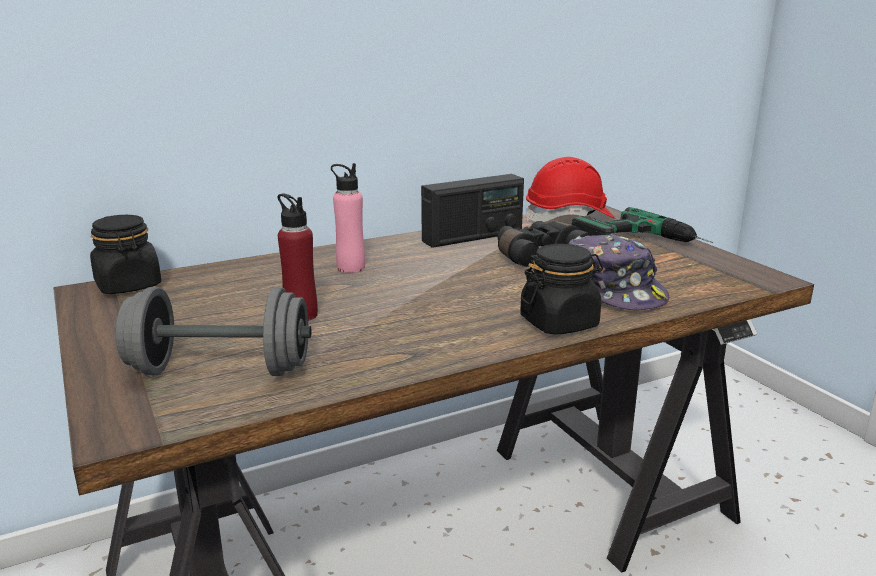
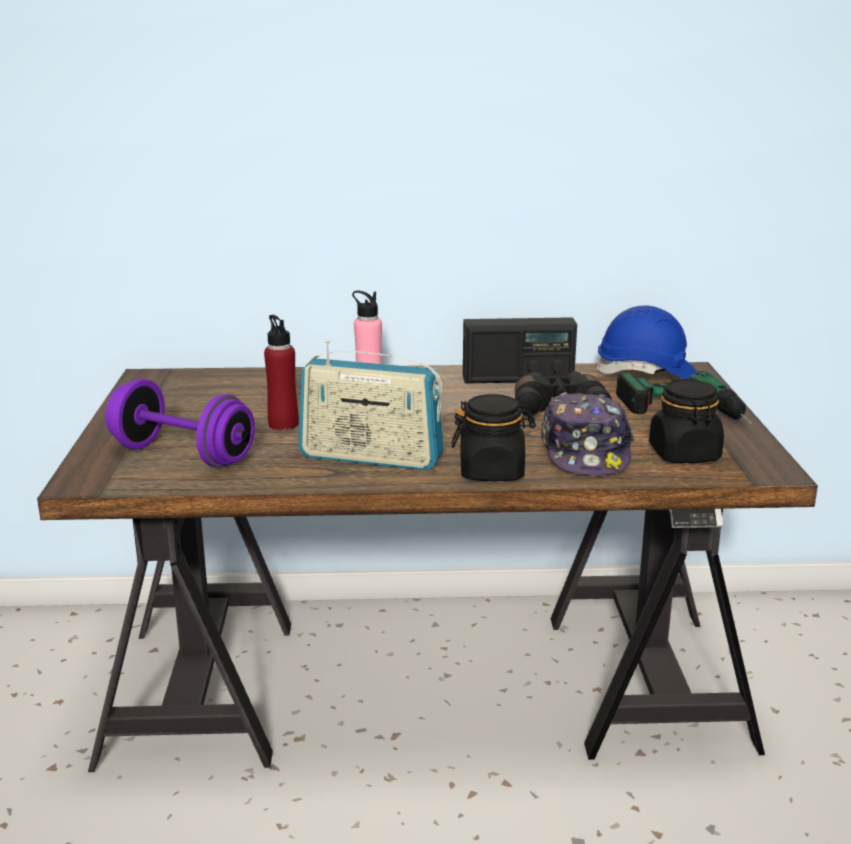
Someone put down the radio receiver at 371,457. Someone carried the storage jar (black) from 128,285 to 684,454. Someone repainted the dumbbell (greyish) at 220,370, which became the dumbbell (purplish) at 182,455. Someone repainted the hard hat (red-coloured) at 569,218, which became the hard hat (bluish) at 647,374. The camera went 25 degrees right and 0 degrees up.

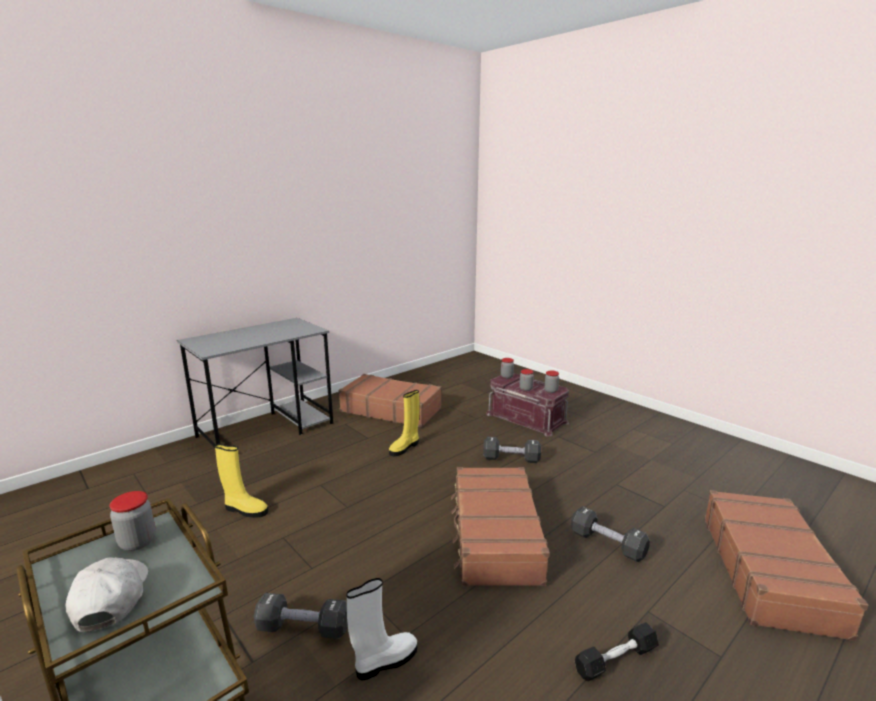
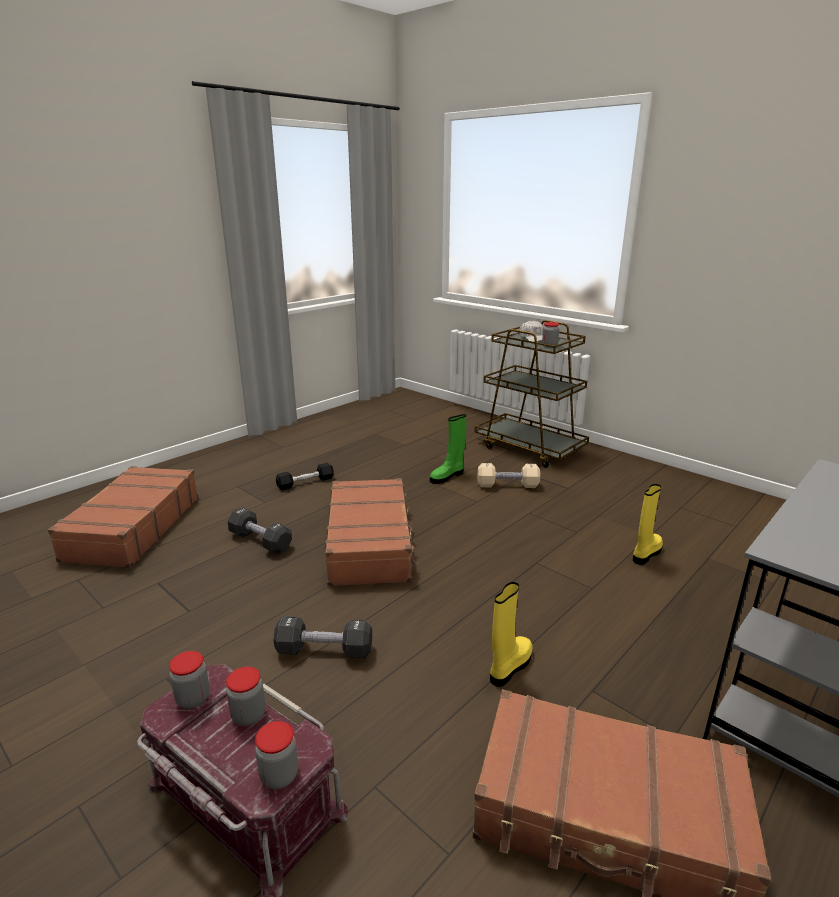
Someone repainted the dumbbell (black) at 303,628, which became the dumbbell (sand-coloured) at 507,485. Someone repainted the high-top boot (white) at 385,661, which became the high-top boot (green) at 447,476. Someone rotated the high-top boot (yellow) at 245,510 by 120 degrees clockwise. The camera went 175 degrees right and 5 degrees up.

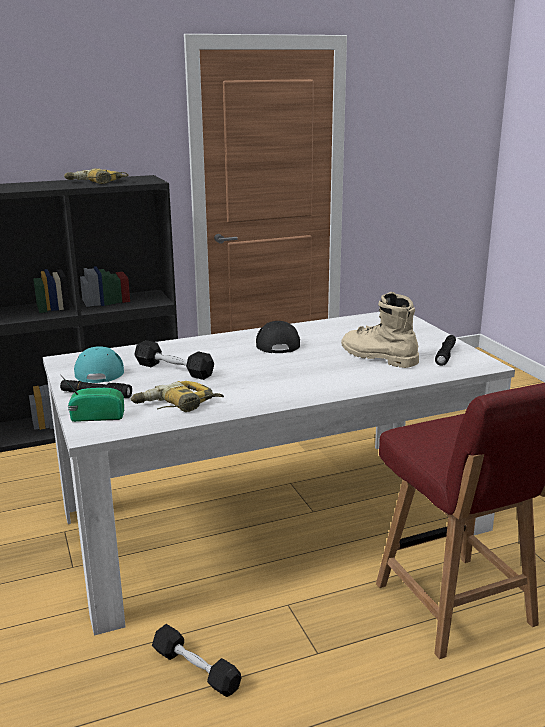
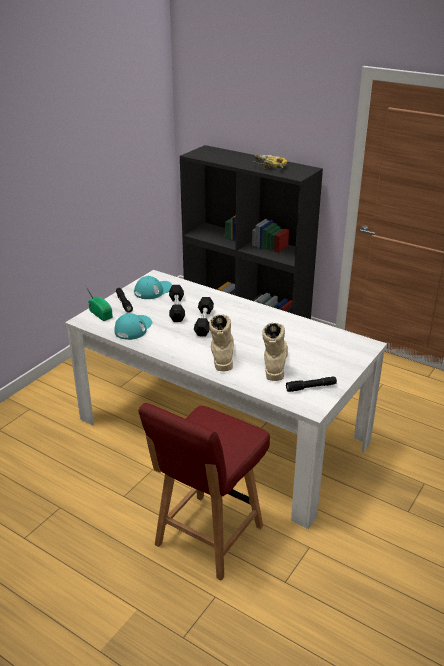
Someone took away the cap (black) at 277,343. Someone put down the high-top boot (sand-coloured) at 222,354. Someone carried the dumbbell (black) from 196,669 to 204,322. Someone swapped the power drill at 176,405 for the cap (turquoise-coloured) at 133,328. The camera went 55 degrees right and 10 degrees up.

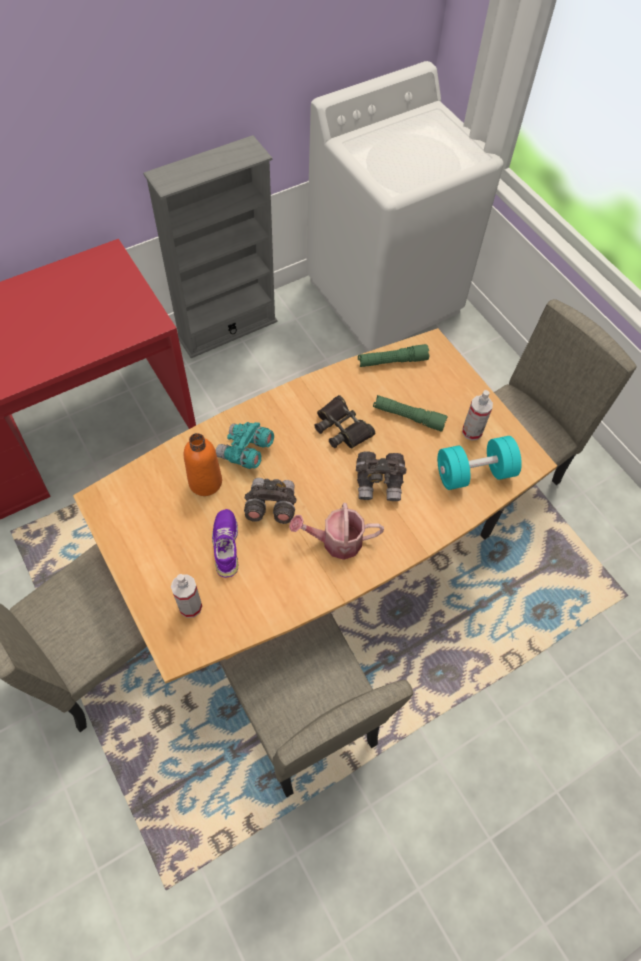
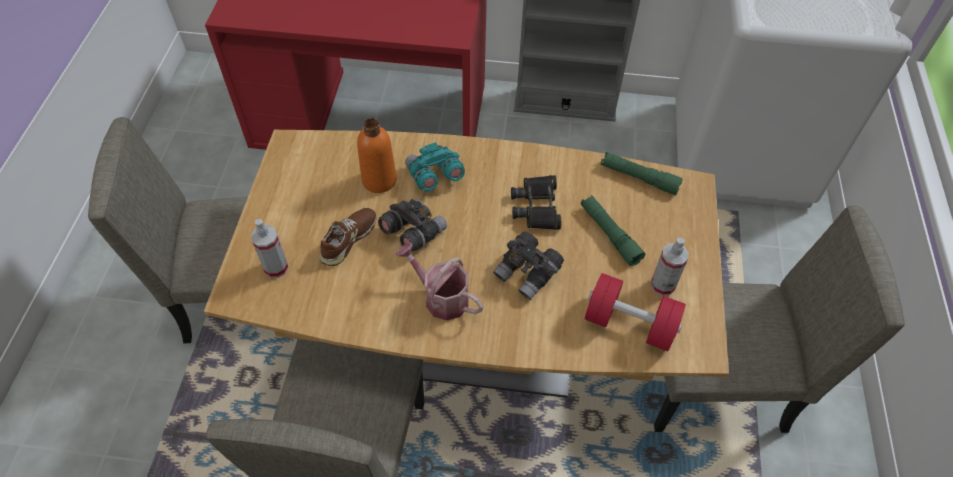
Someone repainted the low shoe (purplish) at 226,545, which became the low shoe (brownish) at 348,239. Someone repainted the dumbbell (turquoise-coloured) at 474,473, which became the dumbbell (red-coloured) at 630,323. The camera went 40 degrees right and 5 degrees down.

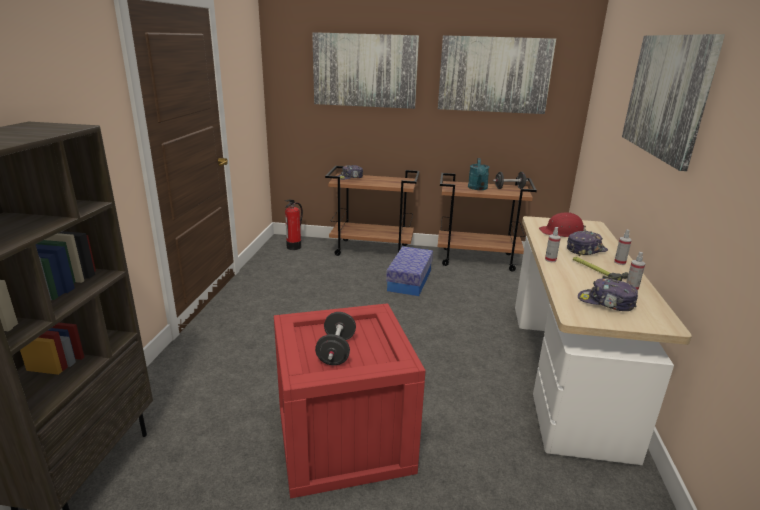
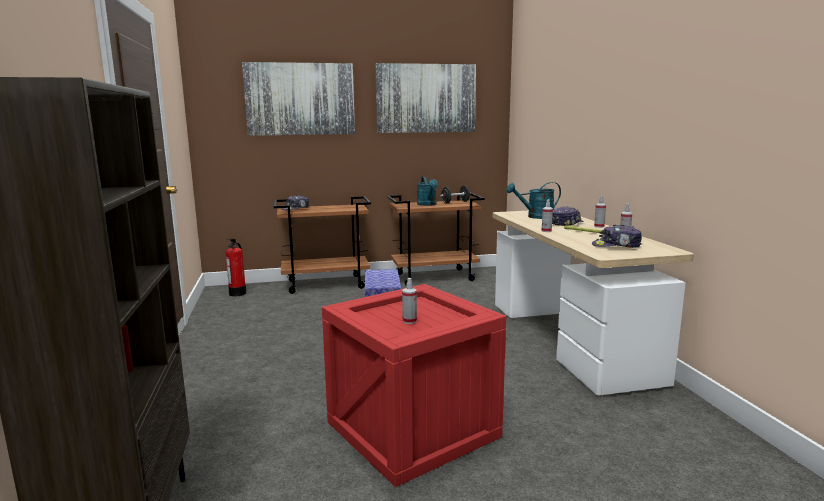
Someone took away the wall art at 666,96. Someone swapped the dumbbell (black) at 336,351 for the spray bottle at 409,321. Someone swapped the hard hat (red-coloured) at 562,232 for the watering pot (turquoise-coloured) at 535,217. The camera went 20 degrees left and 10 degrees down.

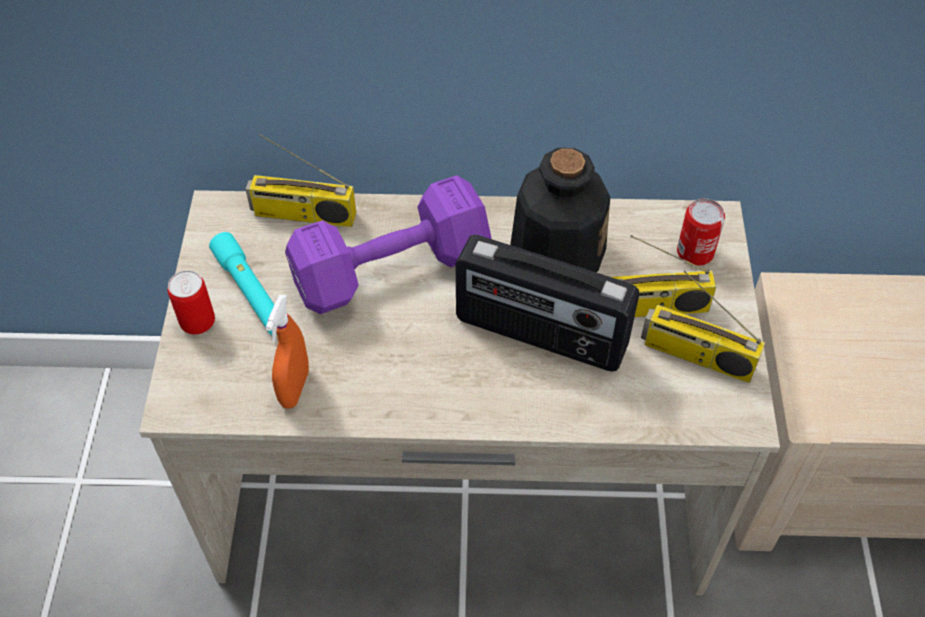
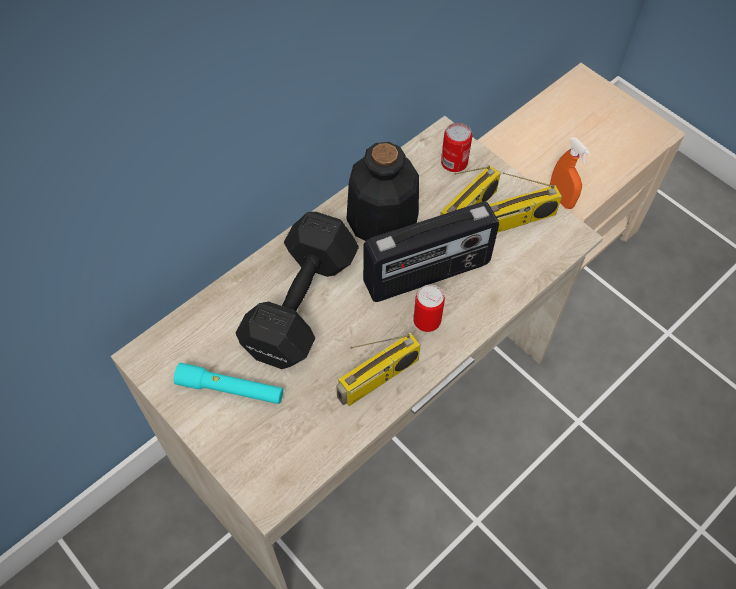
Someone carried the can from 198,323 to 427,321. Someone carried the radio receiver from 302,215 to 378,379. Someone carried the spray bottle (orange-coloured) from 294,388 to 561,199. Someone repainted the dumbbell (purplish) at 386,269, which became the dumbbell (black) at 298,307. The camera went 45 degrees left and 5 degrees up.

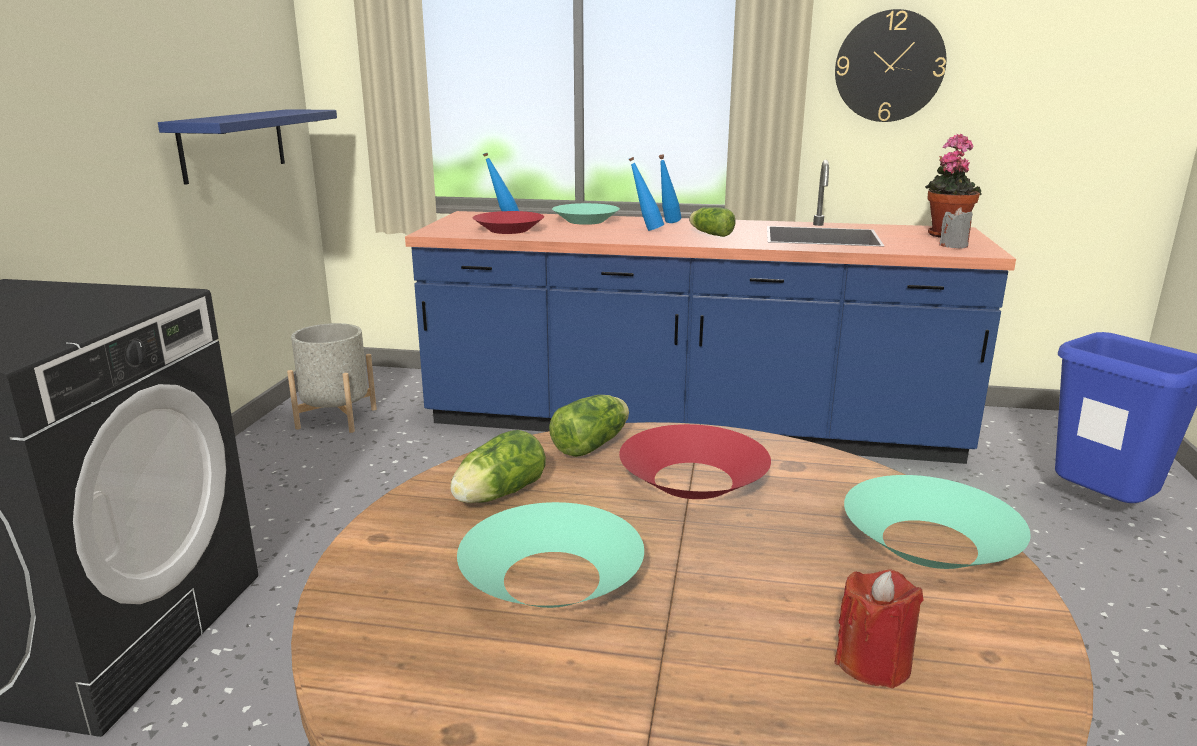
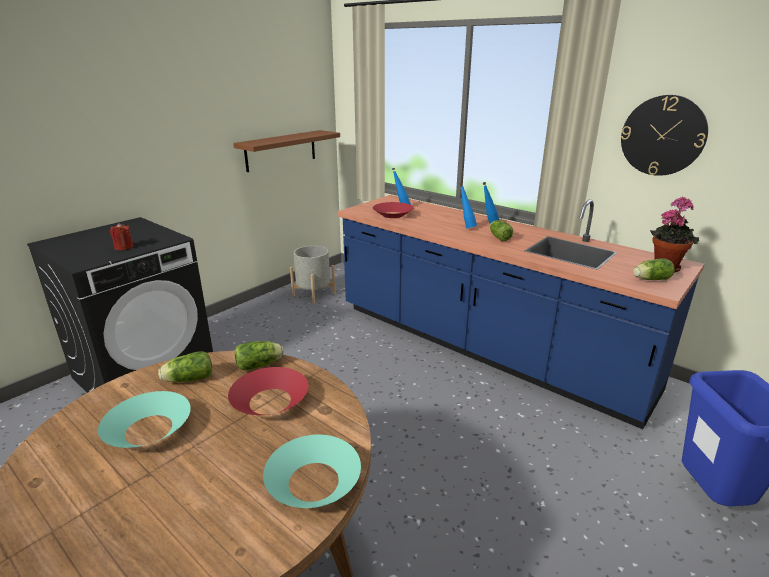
Someone took away the bowl (turquoise-coloured) at 585,221. Someone carried the wax light (red-coloured) from 873,663 to 124,247. Someone swapped the wax light (greyish) at 953,246 for the head of lettuce at 650,279. Someone repainted the shelf (bluish) at 234,144, which became the shelf (brownish) at 281,150. The camera went 30 degrees right and 5 degrees up.

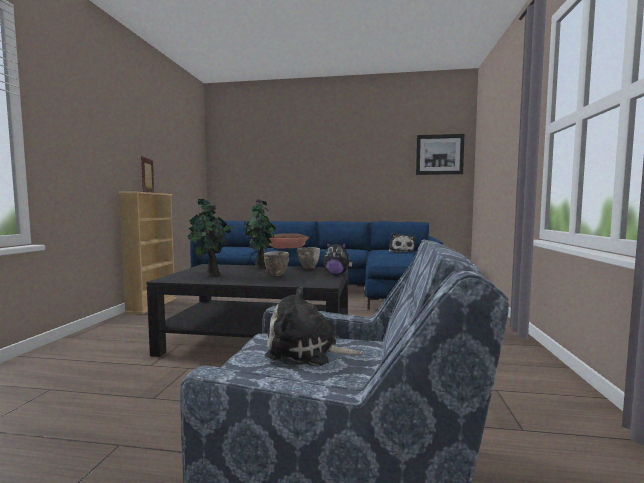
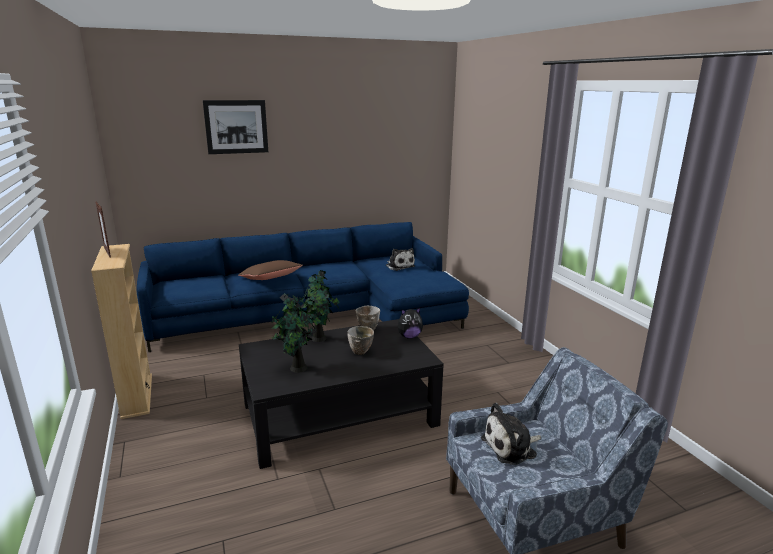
Someone carried the wall art from 439,154 to 236,127. The camera went 30 degrees left and 15 degrees up.

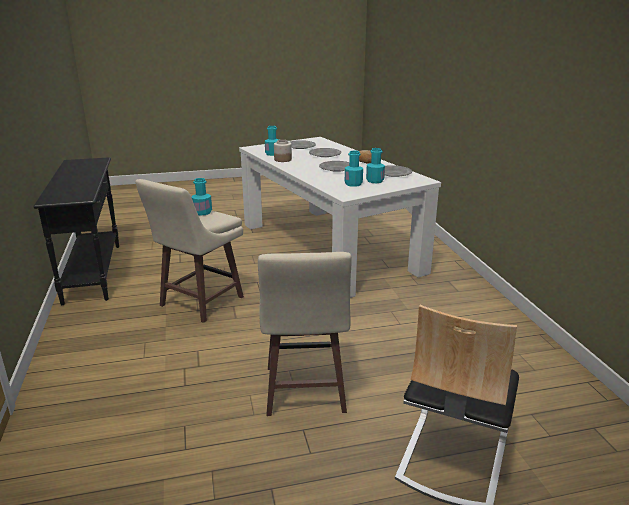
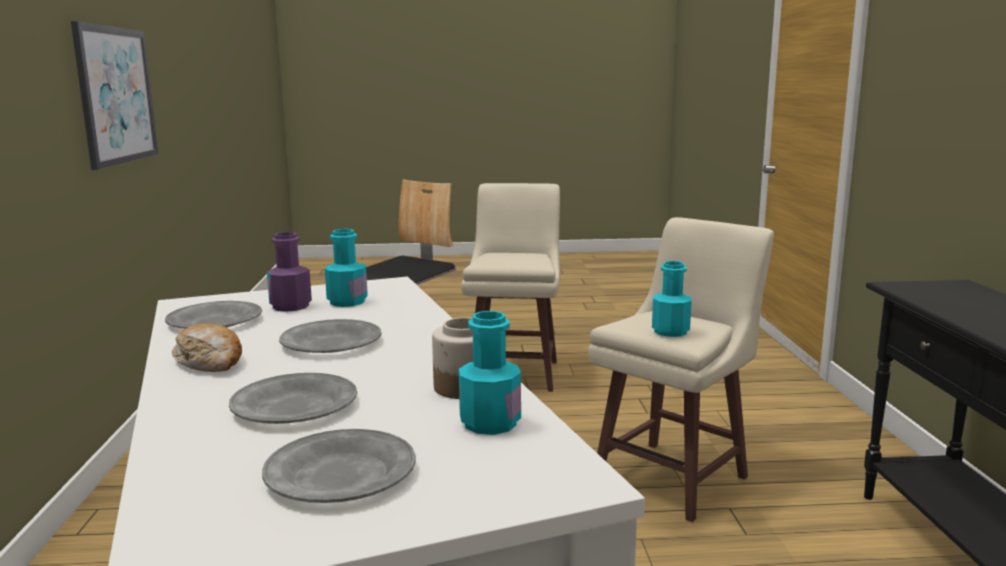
Someone put up the wall art at 116,95. Someone repainted the beverage bottle (turquoise-coloured) at 375,181, which became the beverage bottle (purplish) at 291,306. The camera went 170 degrees left and 10 degrees down.

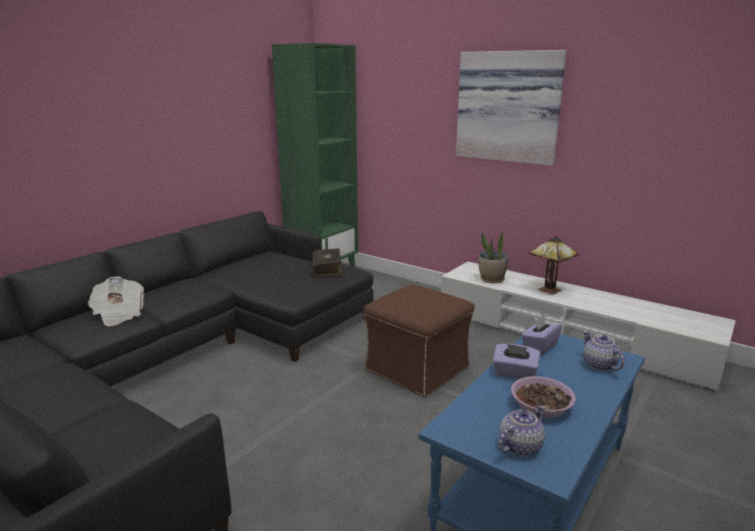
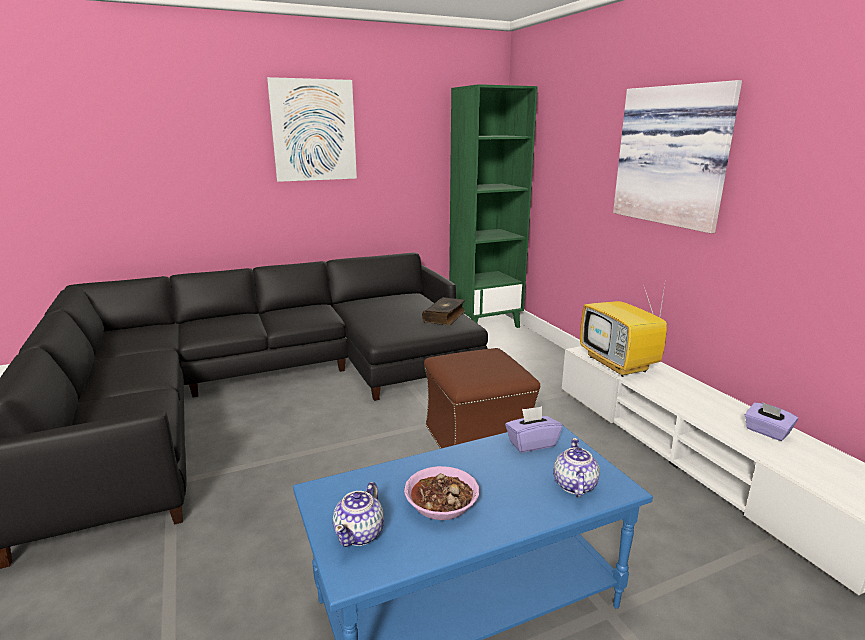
Someone took away the daily paper at 119,314. Someone took away the tabletop lamp at 547,290. Someone put up the wall art at 314,130. Someone carried the box of tissues (purplish) from 514,373 to 766,432. Someone swapped the houseplant at 491,279 for the TV at 619,364. Someone rotated the tea pot at 519,446 by 120 degrees clockwise. The camera went 30 degrees right and 0 degrees up.

